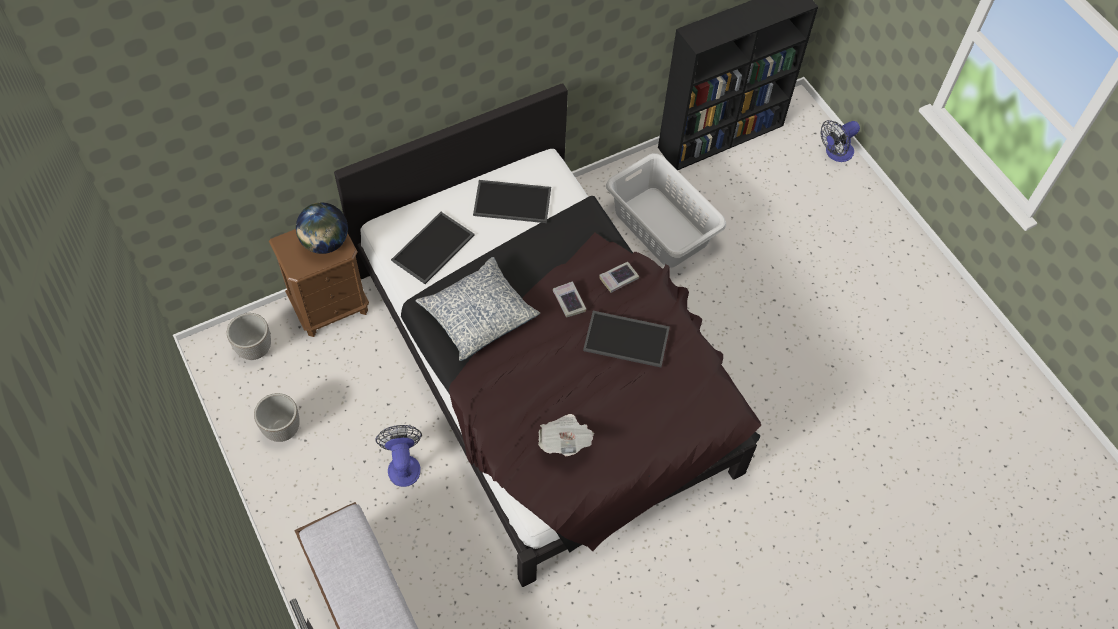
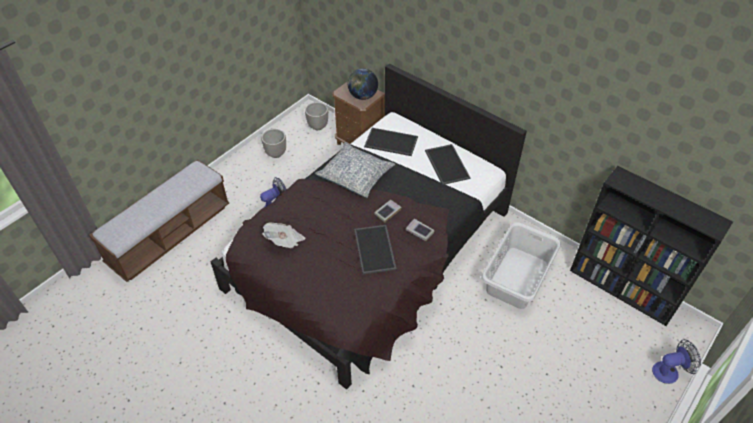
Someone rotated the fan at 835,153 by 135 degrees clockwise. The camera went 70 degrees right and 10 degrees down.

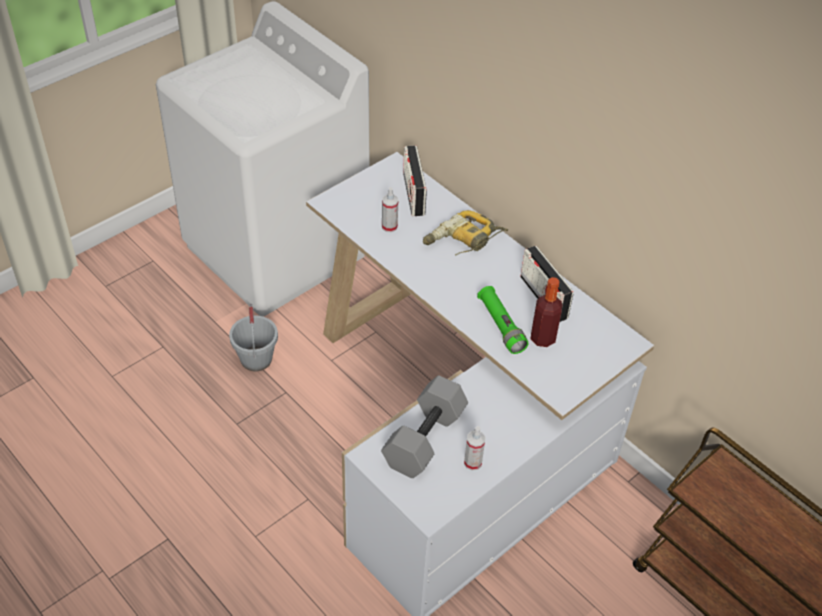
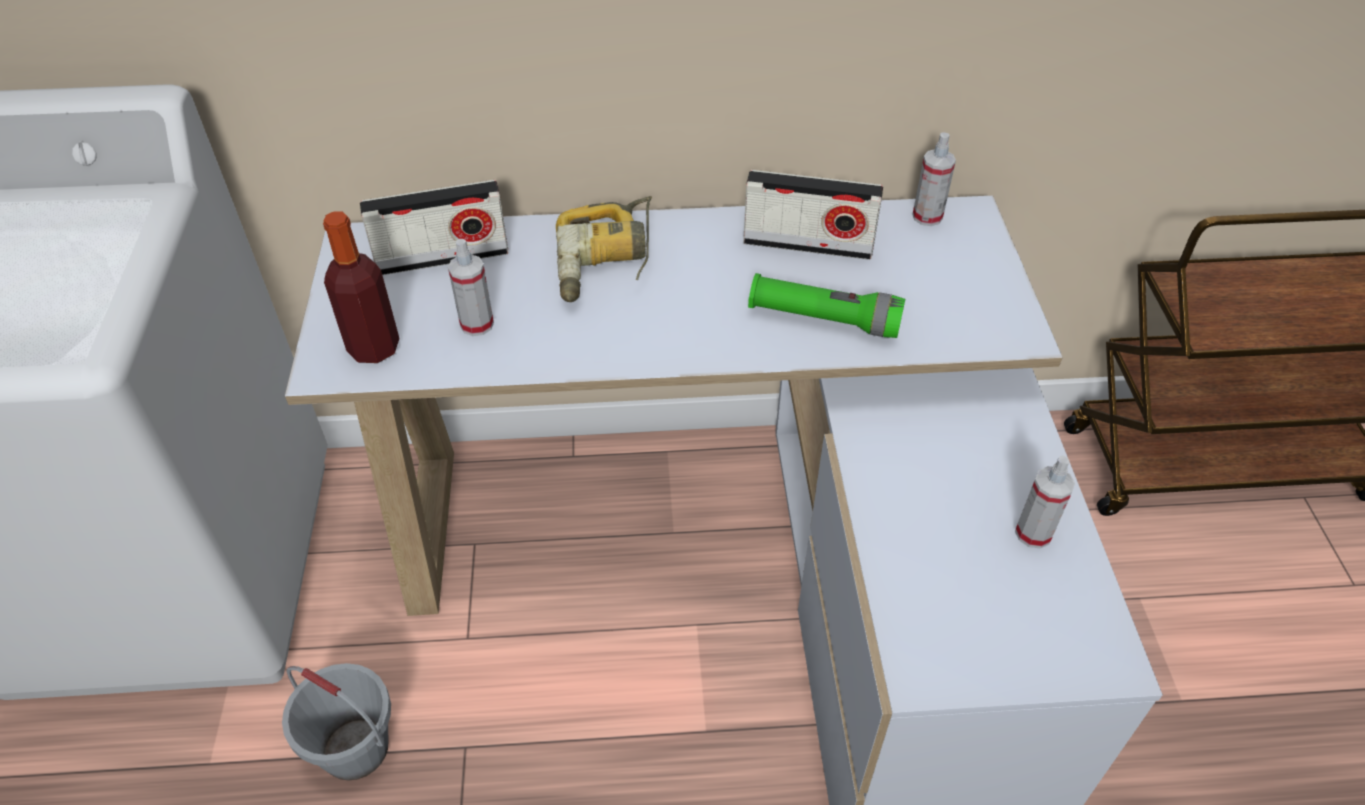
Someone took away the dumbbell (greyish) at 423,437. Someone put down the spray bottle at 927,216. Someone carried the beverage bottle from 543,338 to 374,348. Someone rotated the radio receiver at 413,194 by 45 degrees counterclockwise. The camera went 50 degrees left and 0 degrees up.

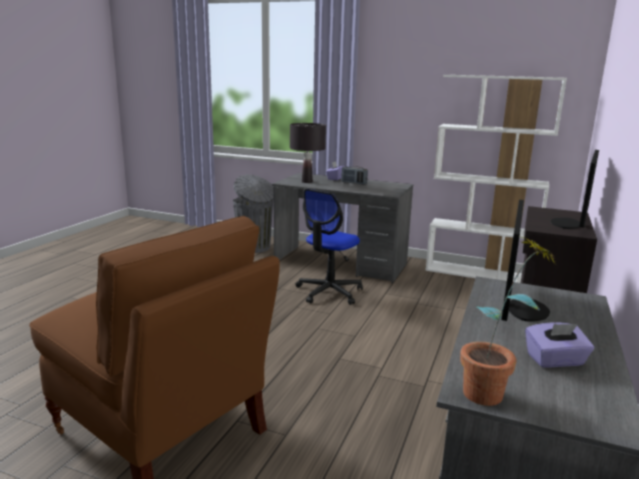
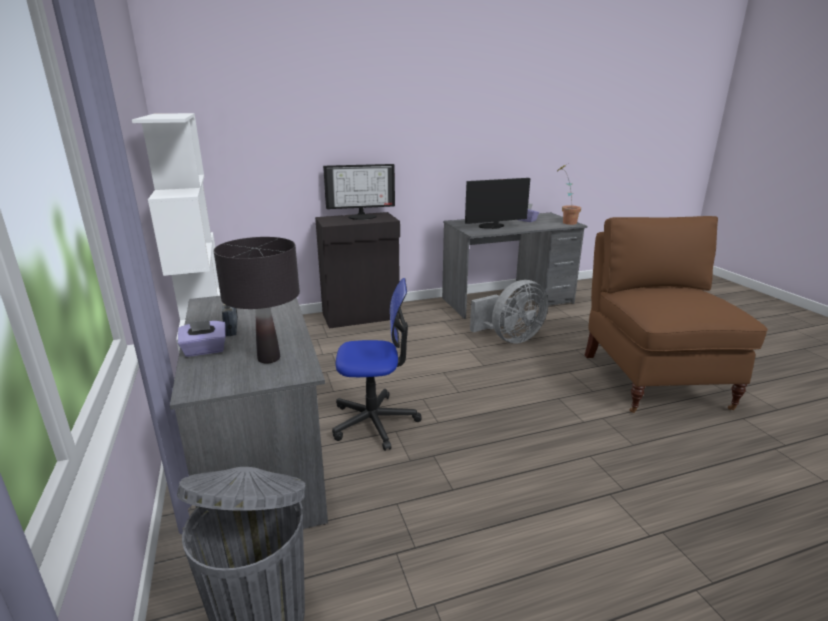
Someone put down the fan (greyish) at 510,338. The camera went 130 degrees left and 5 degrees up.

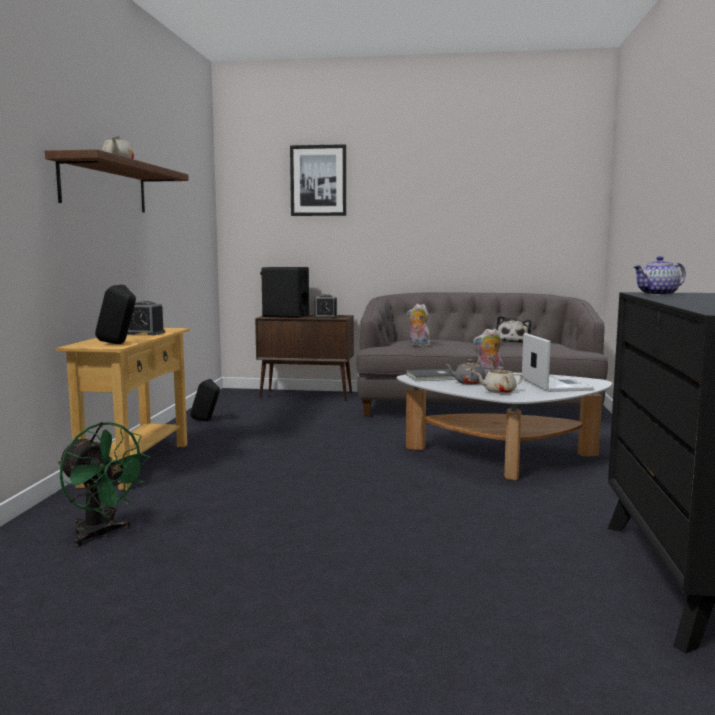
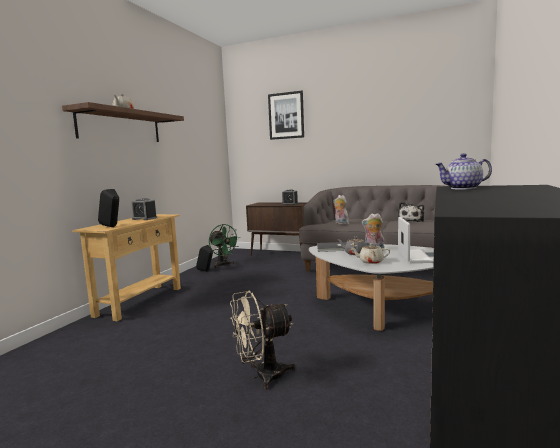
Someone took away the loudspeaker (black) at 285,316. Someone put down the fan (sand-coloured) at 262,376. Someone carried the fan (green) from 101,535 to 223,265. The camera went 15 degrees right and 0 degrees up.

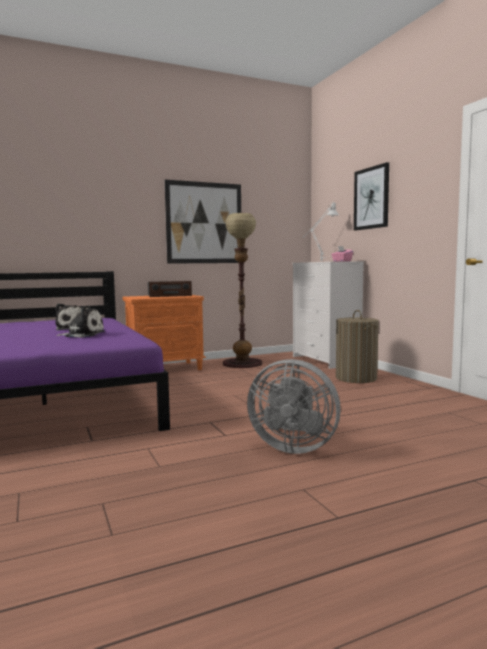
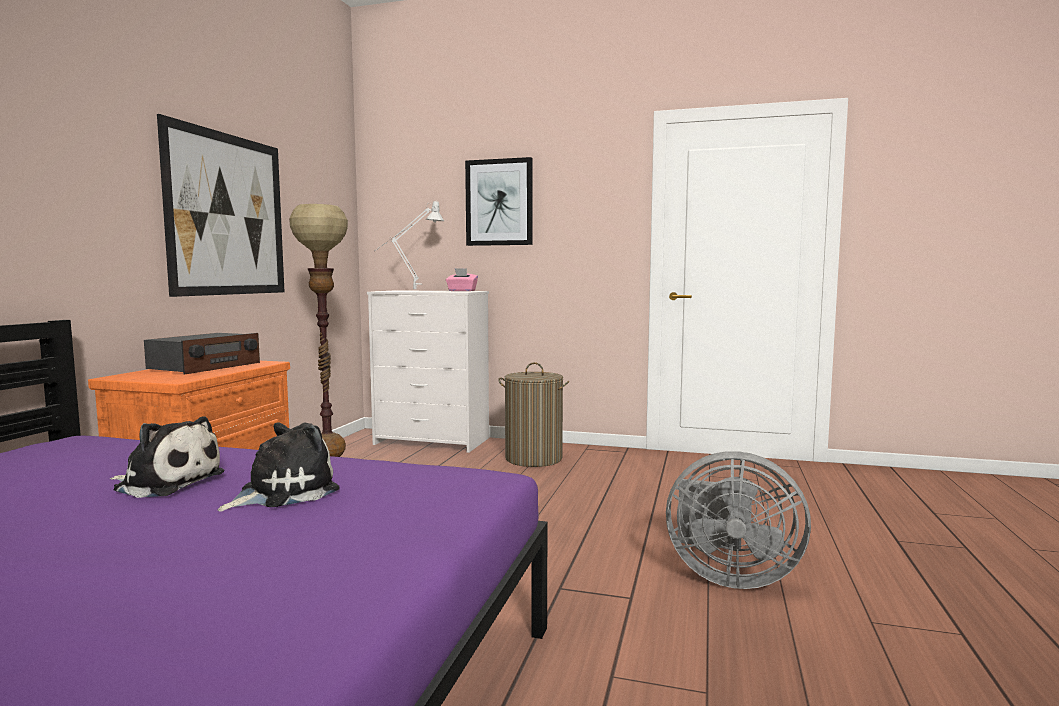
Someone rotated the fan (greyish) at 292,447 by 45 degrees clockwise. The camera went 50 degrees left and 0 degrees up.

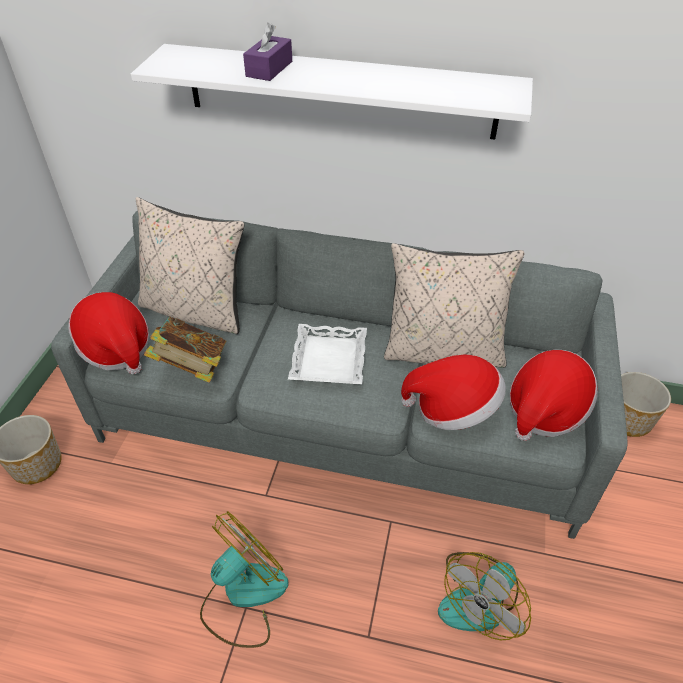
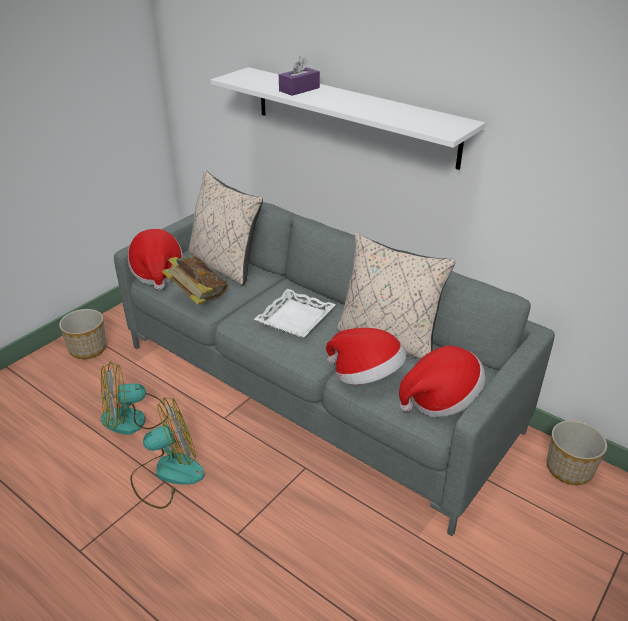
Someone carried the fan from 480,598 to 134,418. The camera went 25 degrees right and 10 degrees down.

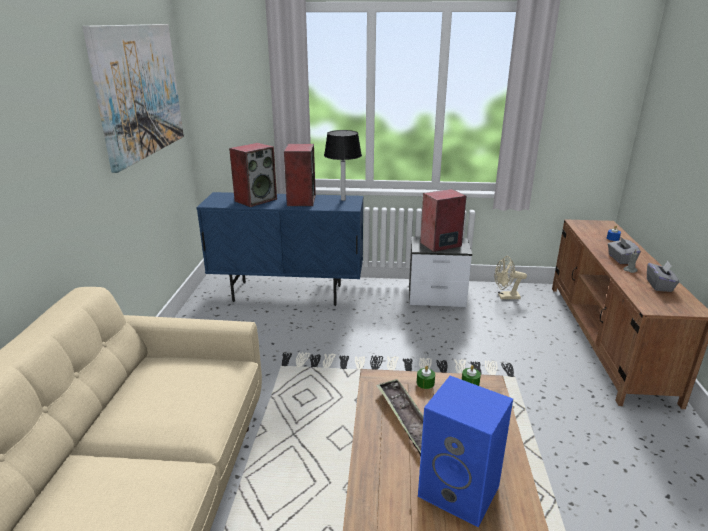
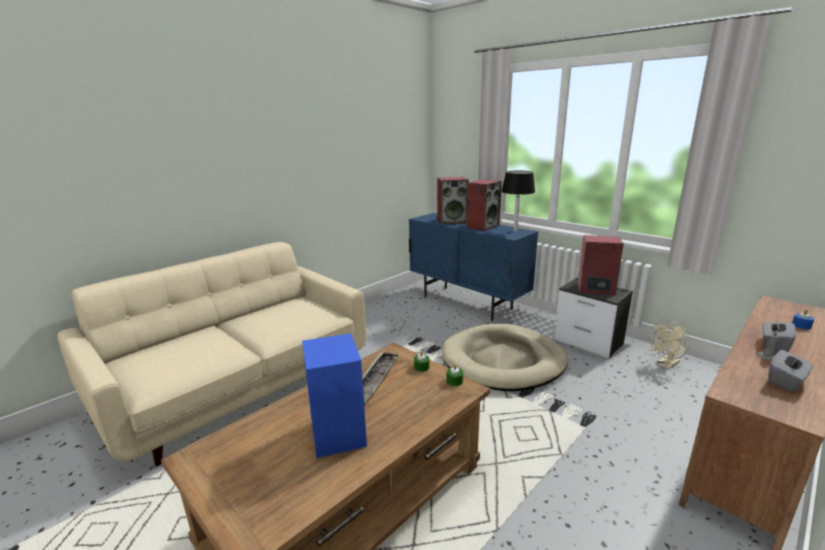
Someone took away the wall art at 139,91. Someone put down the dog bed (sand-coloured) at 503,361. Someone rotated the fan (sand-coloured) at 505,297 by 75 degrees counterclockwise. The camera went 40 degrees right and 5 degrees down.

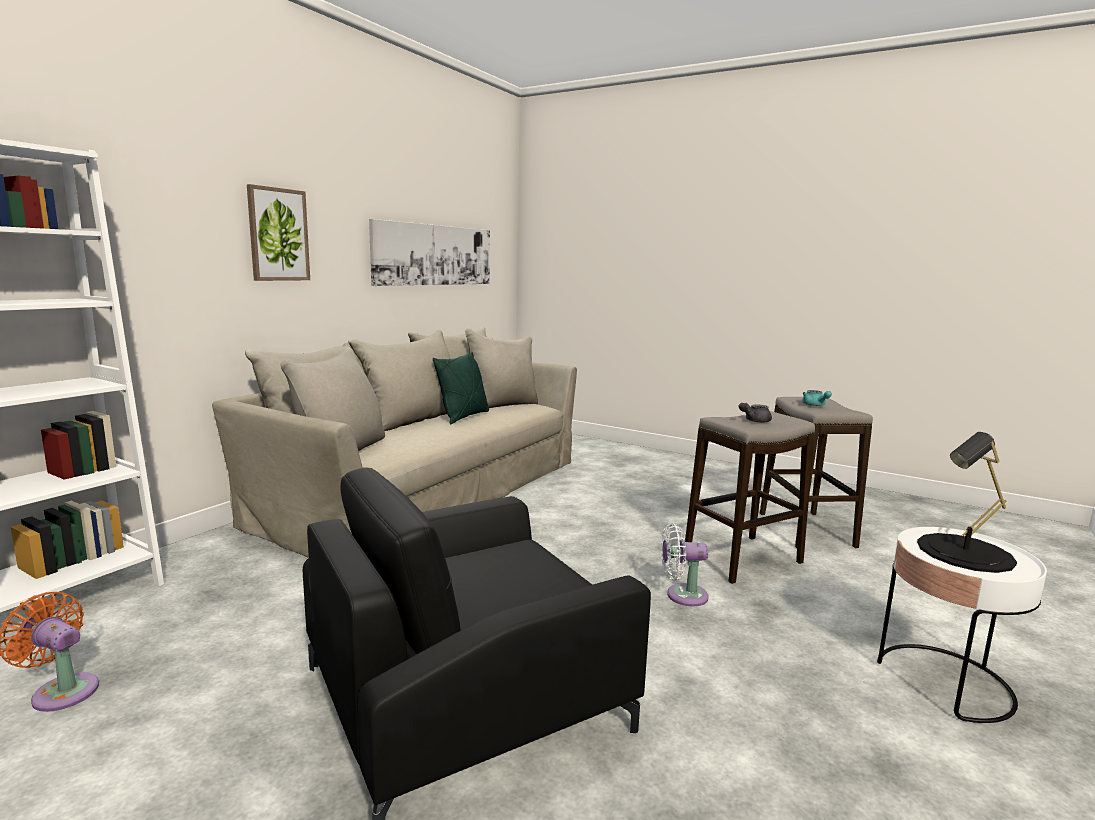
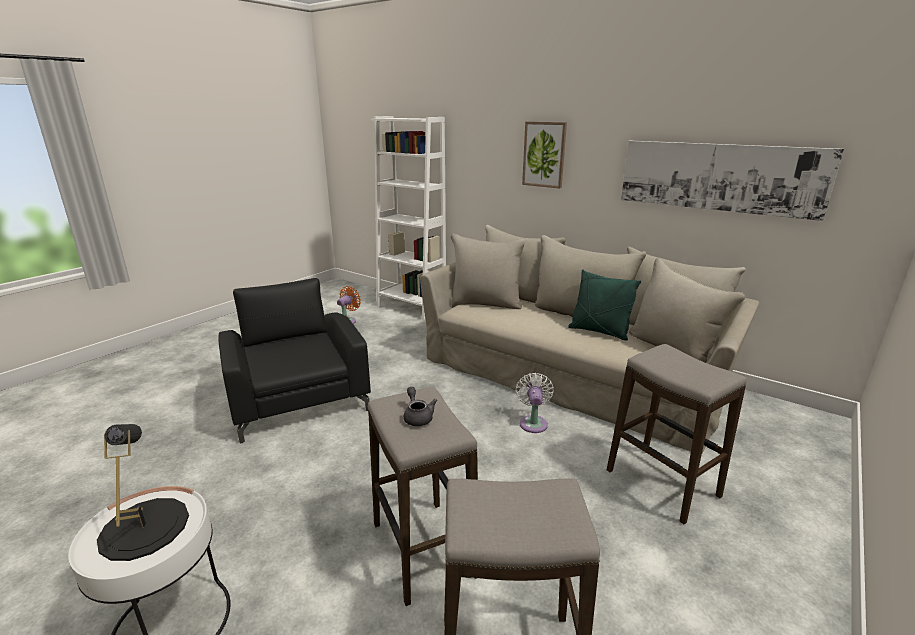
Someone took away the tea pot (turquoise-coloured) at 815,405. Someone put down the stool seat at 662,483. Someone carried the fan (white) from 682,595 to 533,422. The camera went 95 degrees right and 10 degrees up.

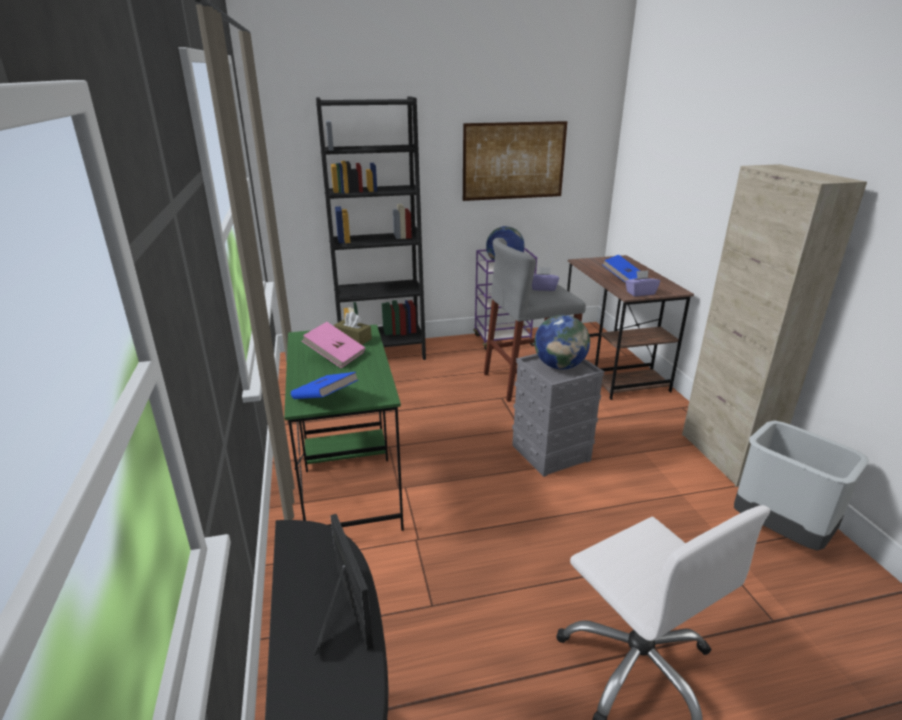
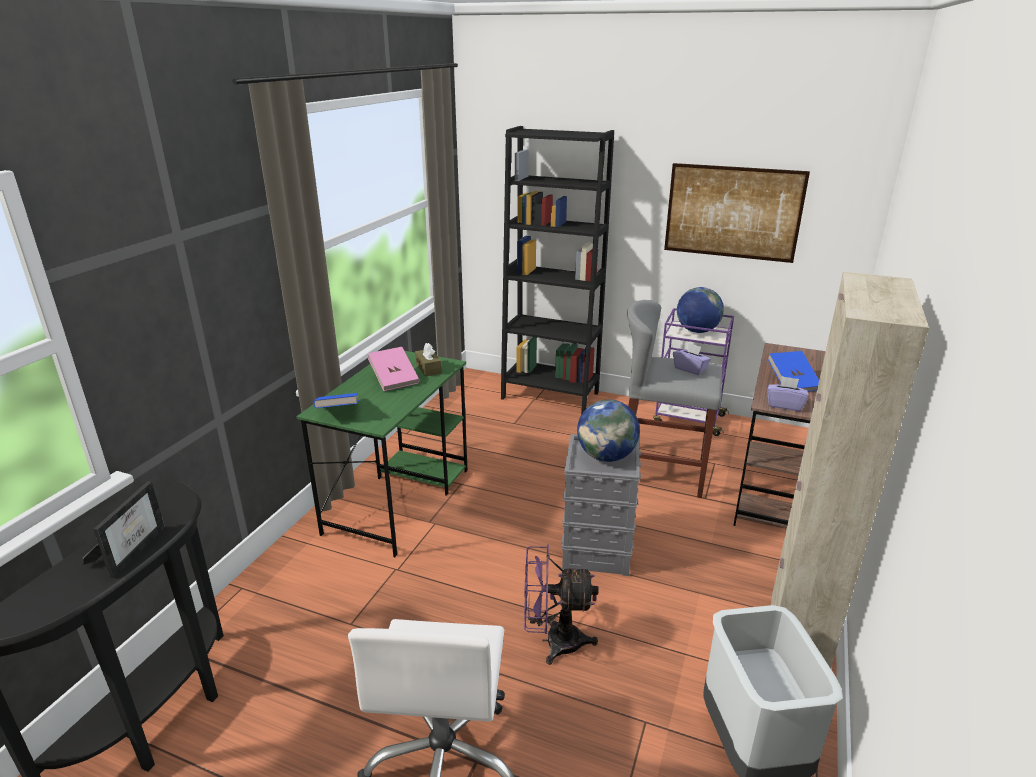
Someone put down the fan (purplish) at 553,641. The camera went 35 degrees right and 0 degrees up.

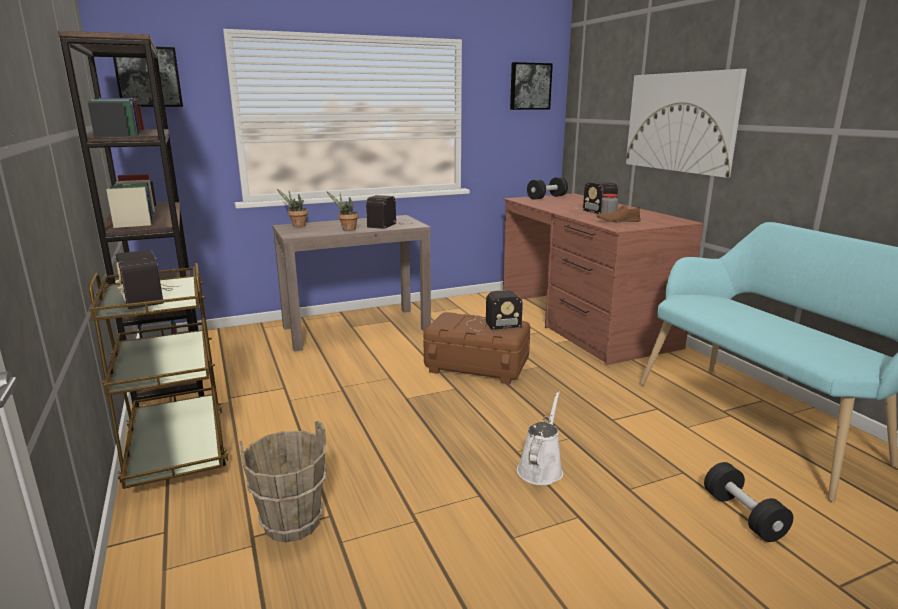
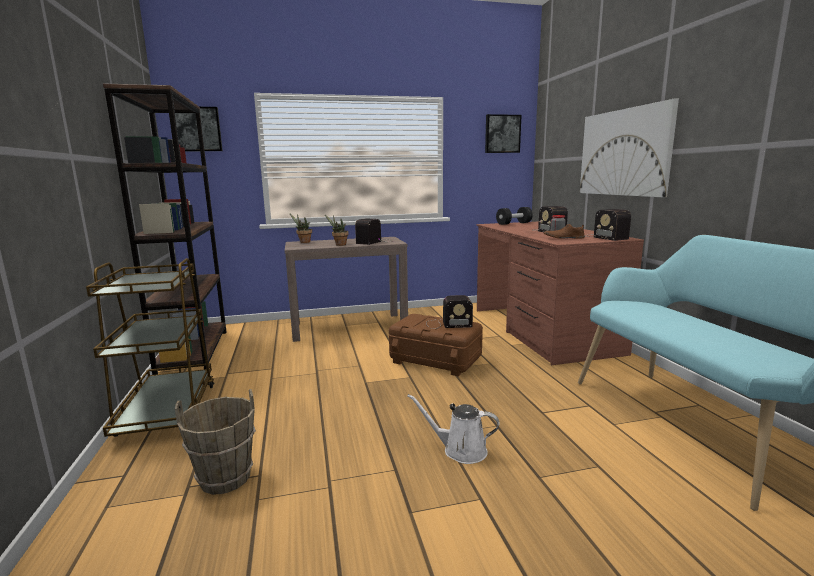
Someone took away the dumbbell (black) at 743,515. Someone carried the radio receiver from 145,295 to 604,237. Someone rotated the watering pot (white) at 541,468 by 105 degrees counterclockwise. The camera went 10 degrees right and 5 degrees down.

